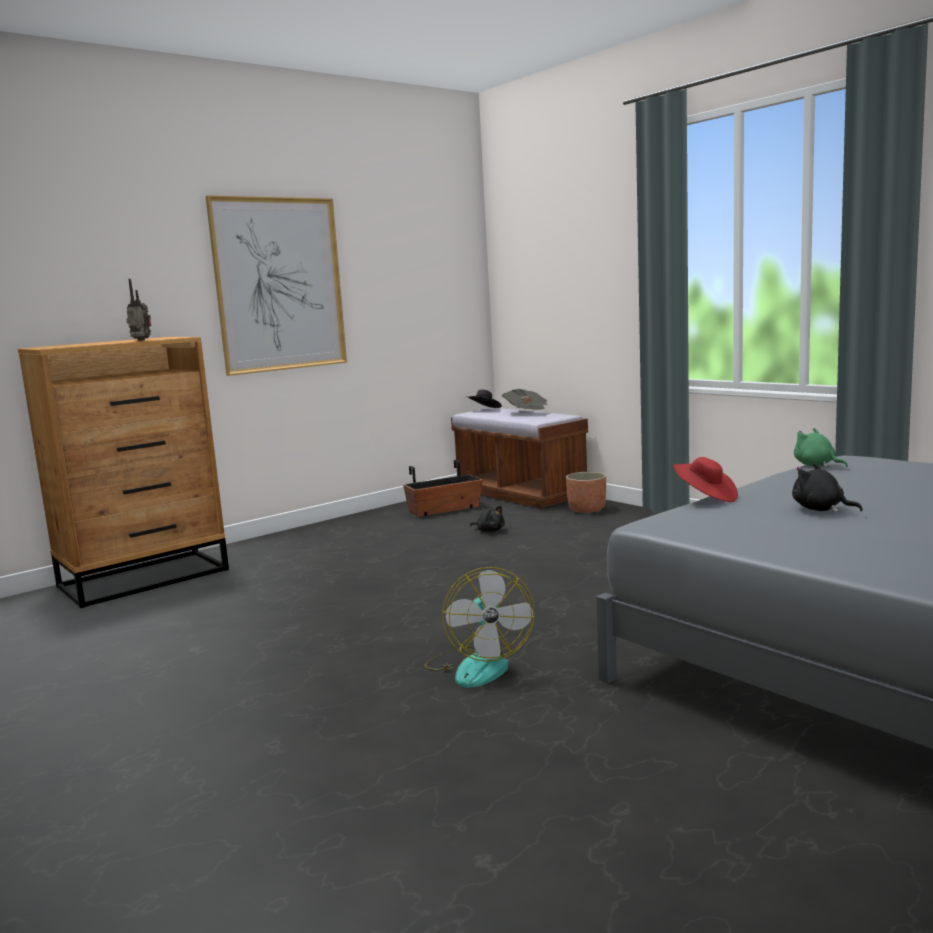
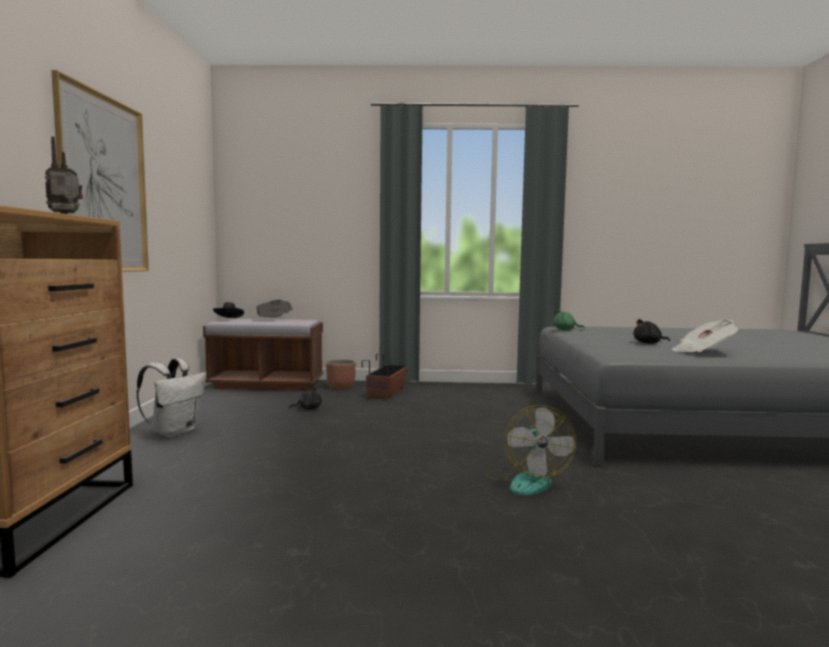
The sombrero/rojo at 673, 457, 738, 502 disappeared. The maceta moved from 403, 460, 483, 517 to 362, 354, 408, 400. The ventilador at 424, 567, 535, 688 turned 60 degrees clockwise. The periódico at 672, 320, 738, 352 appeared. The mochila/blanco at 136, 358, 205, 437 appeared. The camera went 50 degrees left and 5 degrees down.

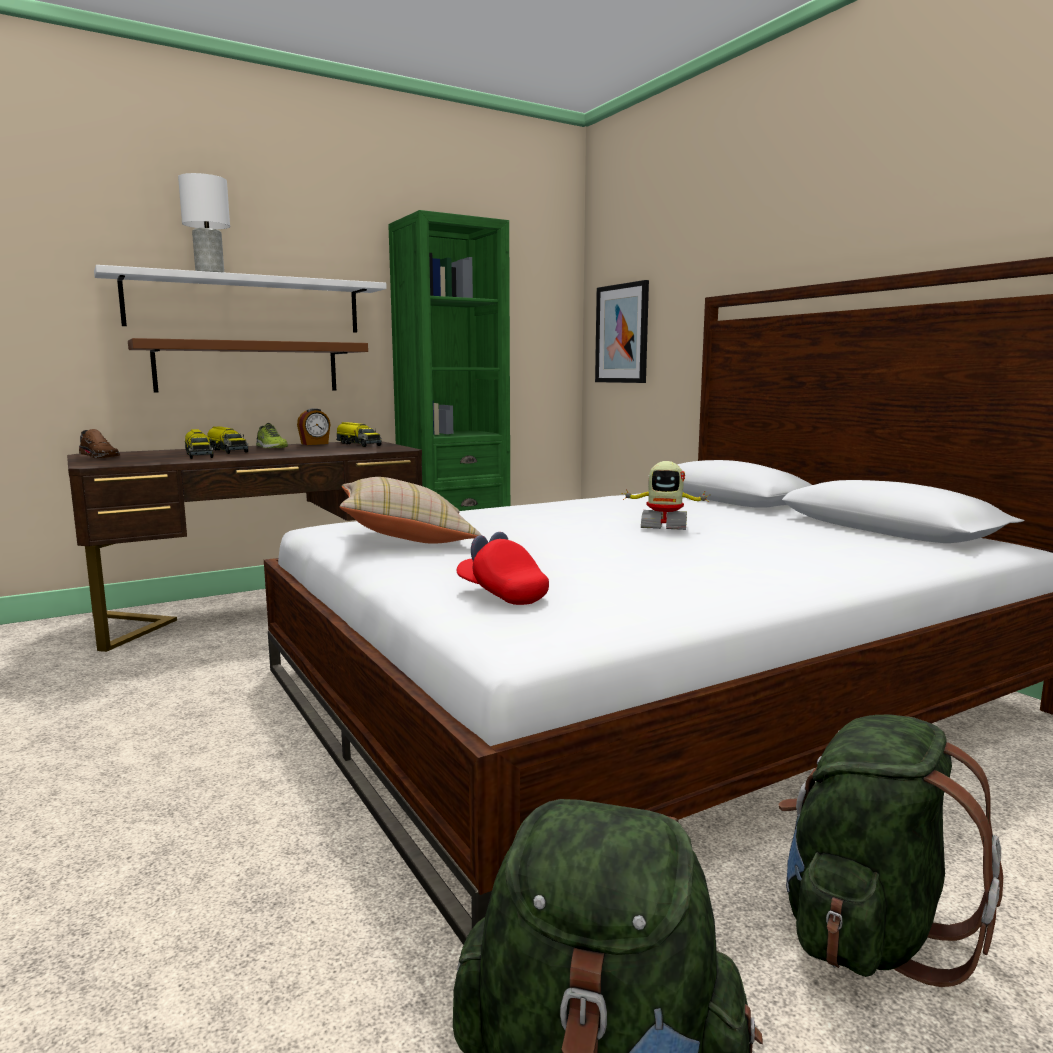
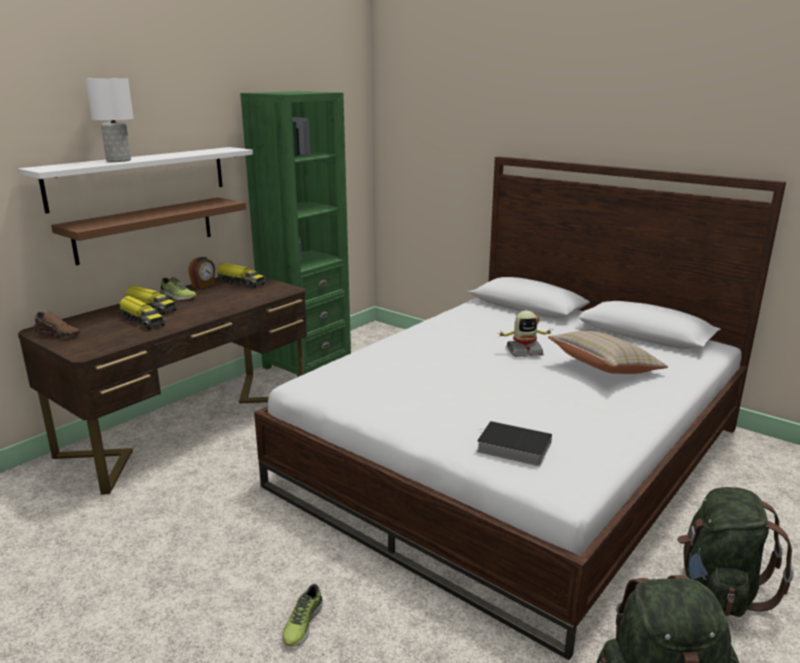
The cuadro at 595, 280, 649, 383 disappeared. The cojín/beis moved from 340, 477, 481, 544 to 548, 331, 668, 374. The gorra/rojo at 457, 532, 549, 605 was replaced by the libro at 477, 421, 552, 466. The zapato at 282, 584, 323, 647 appeared. The camera went 20 degrees left and 10 degrees up.

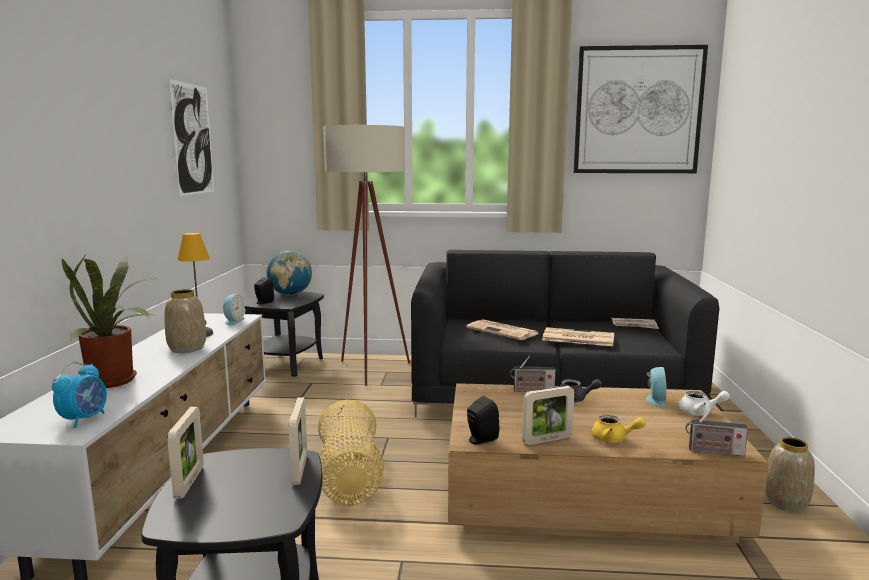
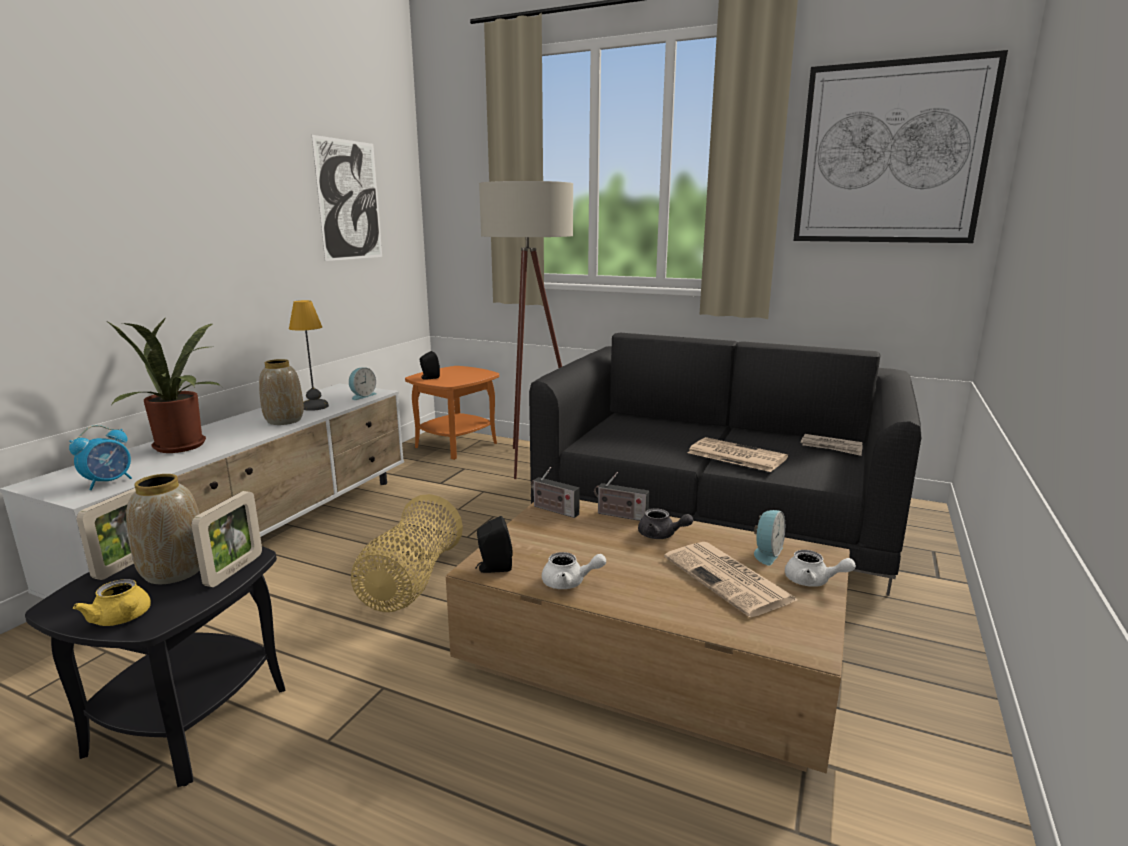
The globo terráqueo at 267, 251, 312, 296 disappeared. The mesa auxiliar/negro at 244, 291, 324, 377 became the mesa auxiliar/naranja at 405, 366, 499, 460. The periódico moved from 466, 319, 540, 340 to 664, 542, 798, 617. The portarretratos at 522, 386, 574, 445 was replaced by the tetera/blanco at 542, 552, 606, 589. The radio moved from 685, 408, 748, 456 to 531, 467, 580, 518. The tetera/amarillo moved from 591, 415, 646, 443 to 73, 579, 151, 626. The florero moved from 765, 437, 815, 512 to 126, 474, 200, 584. The camera went 20 degrees right and 5 degrees up.

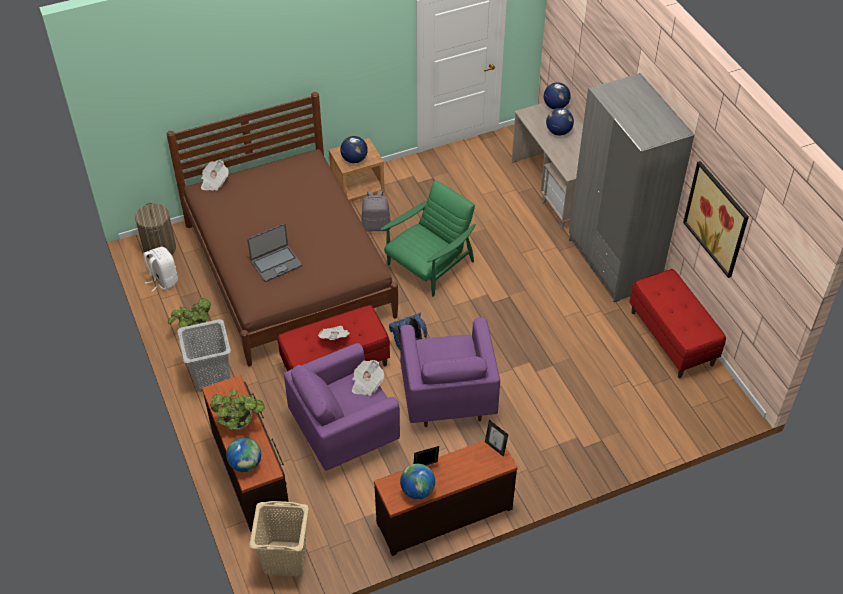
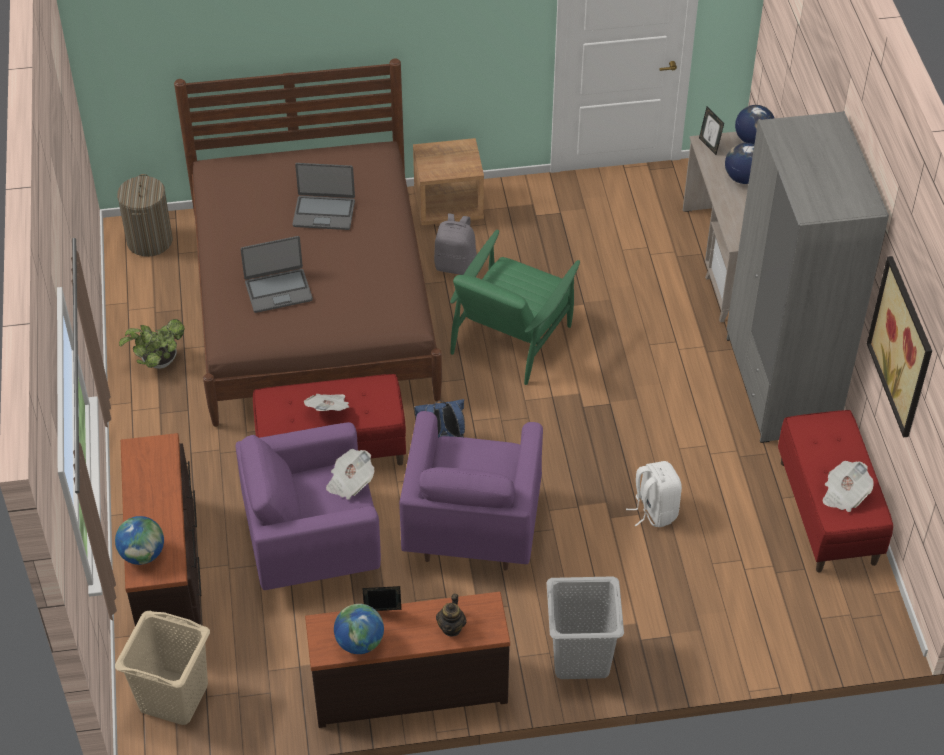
The globo terráqueo at 340, 136, 368, 163 disappeared. The periódico moved from 201, 160, 229, 191 to 822, 461, 874, 512. The sillón/verde at 381, 181, 476, 297 turned 150 degrees clockwise. The mochila/blanco moved from 143, 247, 178, 292 to 626, 461, 682, 527. The cesto de la ropa/gris moved from 177, 319, 231, 392 to 547, 576, 624, 679. The planta en maceta at 210, 389, 264, 430 disappeared. The portarretratos moved from 485, 420, 508, 457 to 699, 107, 724, 155. The portátil at 293, 163, 355, 230 appeared. The tetera at 436, 594, 467, 637 appeared. The camera went 15 degrees right and 0 degrees up.

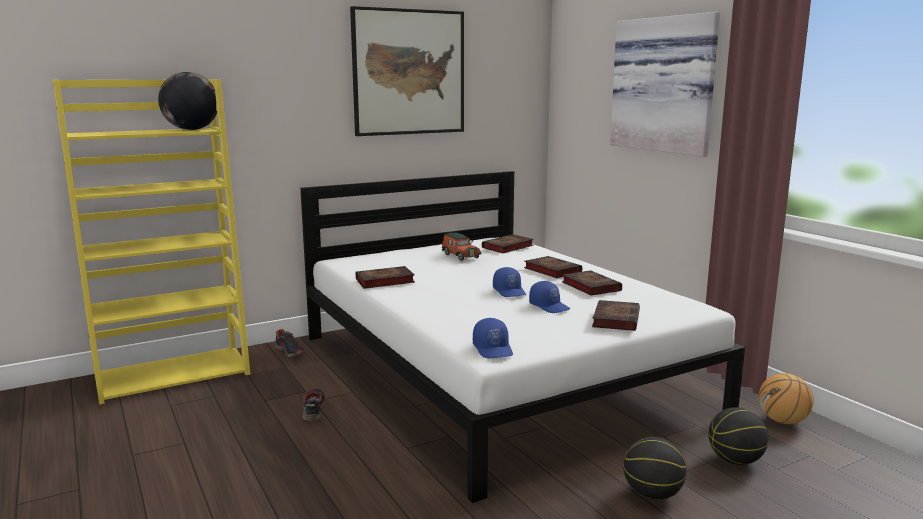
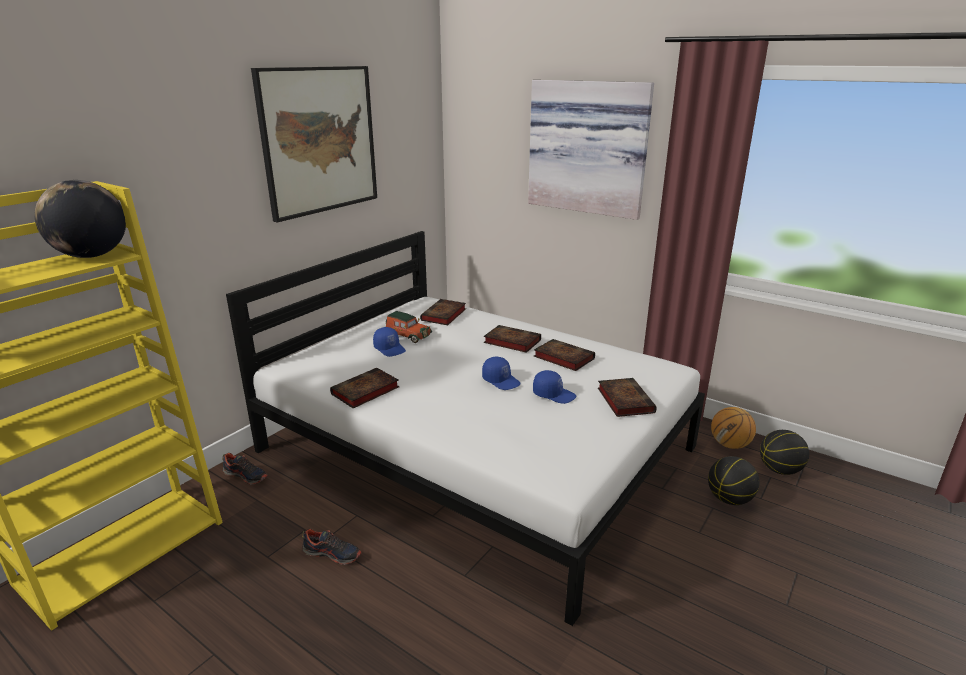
The gorra/azul moved from 473, 318, 513, 358 to 373, 327, 406, 357. The zapato at 302, 388, 326, 421 turned 135 degrees clockwise. The balón de baloncesto moved from 623, 437, 687, 500 to 760, 430, 809, 475. The camera went 25 degrees left and 10 degrees up.

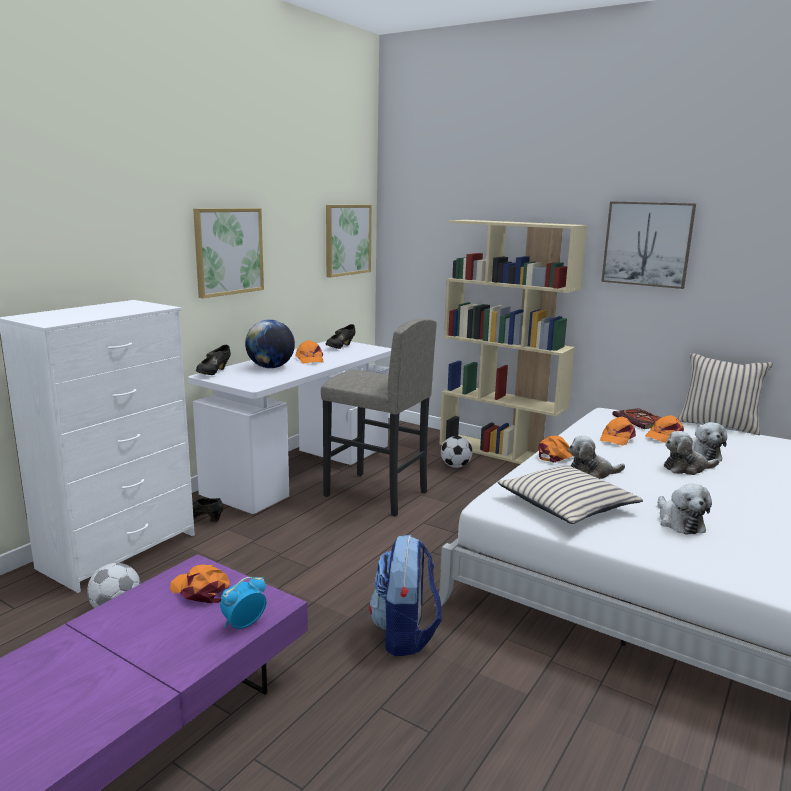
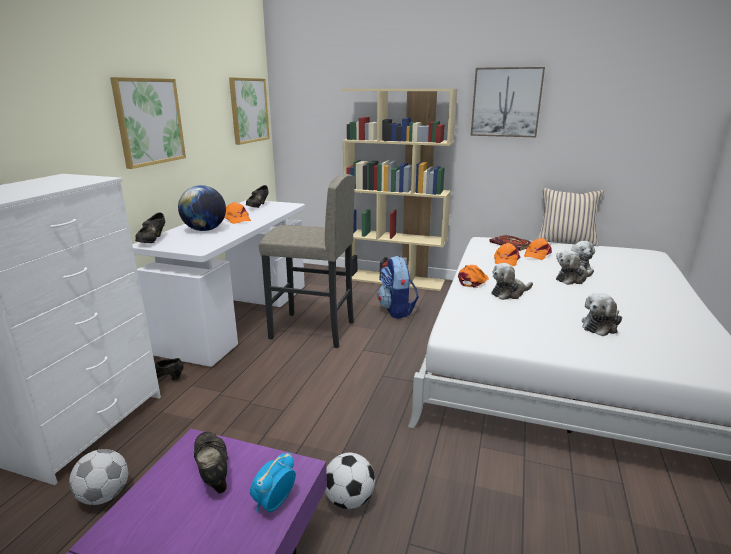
The balón de fútbol moved from 441, 436, 473, 468 to 325, 453, 375, 509. The cojín/beis at 497, 465, 643, 524 disappeared. The peluche at 658, 484, 712, 535 turned 75 degrees clockwise. The mochila moved from 369, 535, 442, 656 to 378, 256, 419, 319. The gorra/naranja at 170, 565, 230, 603 was replaced by the zapato/negro at 194, 432, 228, 494. The camera went 15 degrees left and 5 degrees up.

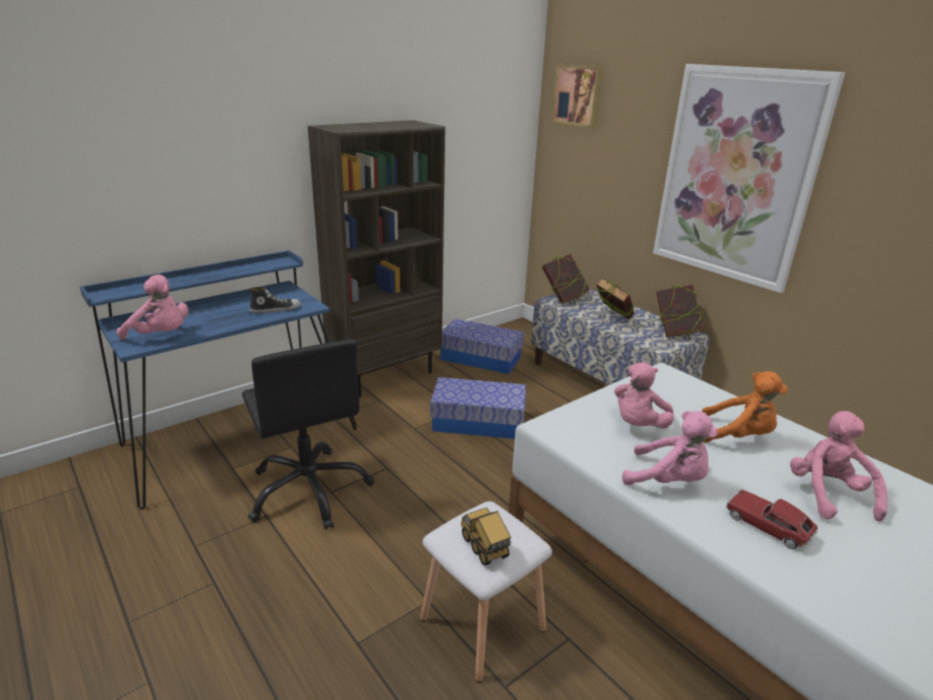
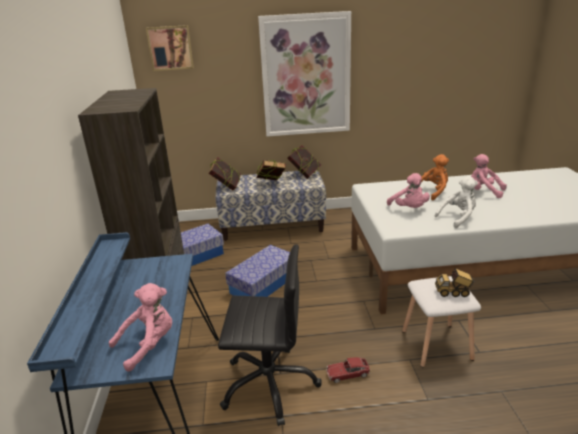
The zapato at 249, 287, 301, 313 disappeared. The peluche/rosa at 622, 411, 718, 485 became the peluche/blanco at 435, 176, 478, 228. The coche de juguete moved from 726, 489, 817, 549 to 326, 357, 371, 383. The camera went 55 degrees left and 0 degrees up.

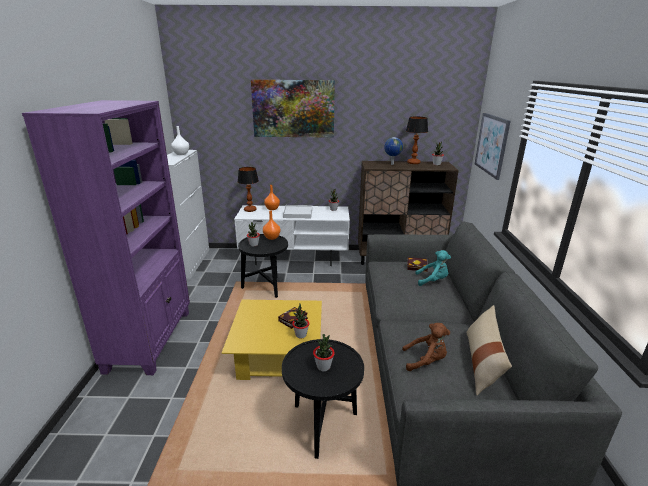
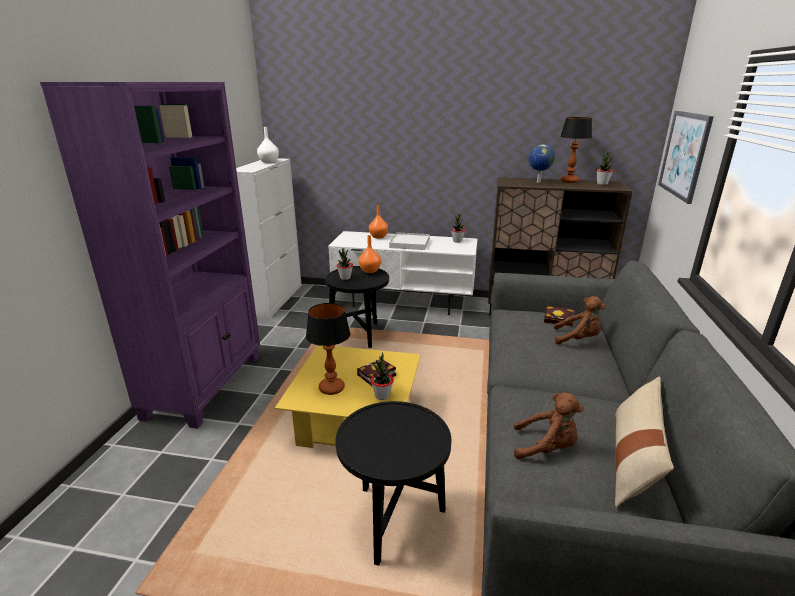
The cuadro at 251, 79, 335, 138 disappeared. The lámpara de mesa moved from 238, 167, 259, 212 to 306, 303, 350, 395. The peluche/turquesa at 415, 250, 451, 286 became the peluche/marrón at 554, 296, 606, 345. The planta en maceta at 313, 334, 335, 371 disappeared. The camera went 10 degrees right and 0 degrees up.

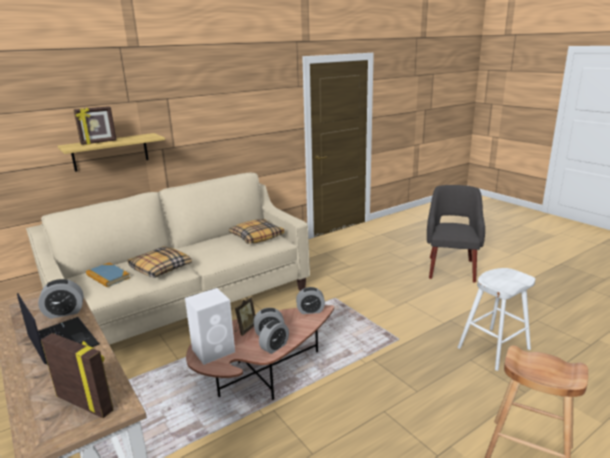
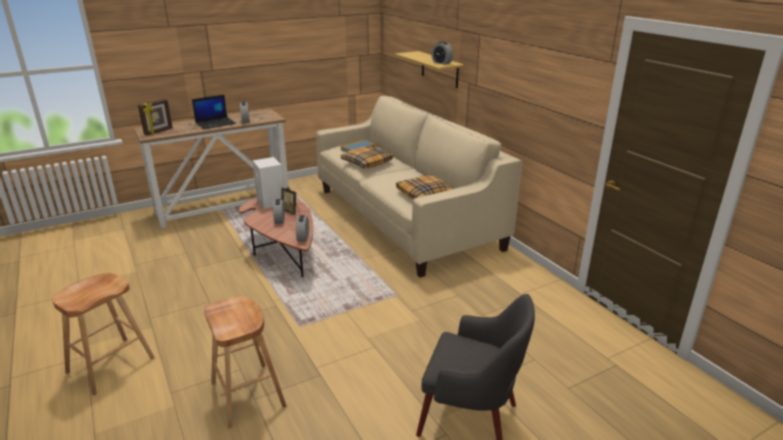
The portarretratos at 74, 106, 116, 145 disappeared. The taburete/blanco at 457, 268, 535, 371 became the taburete/marrón at 204, 296, 286, 429. The despertador moved from 259, 320, 289, 354 to 431, 41, 453, 65. The camera went 95 degrees right and 5 degrees up.

